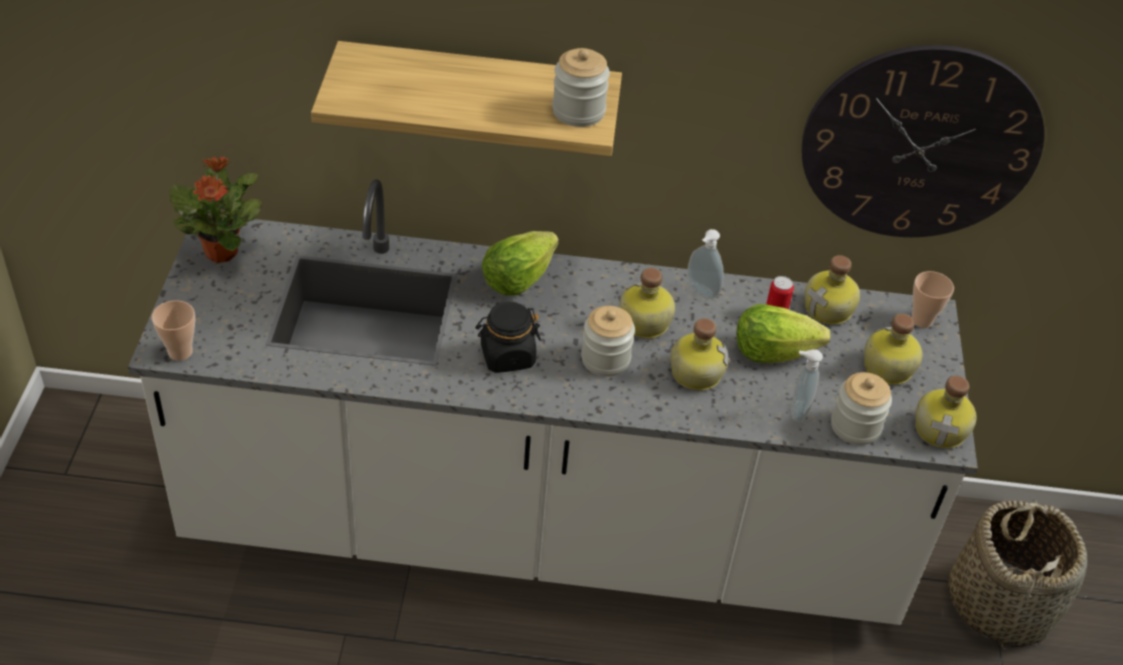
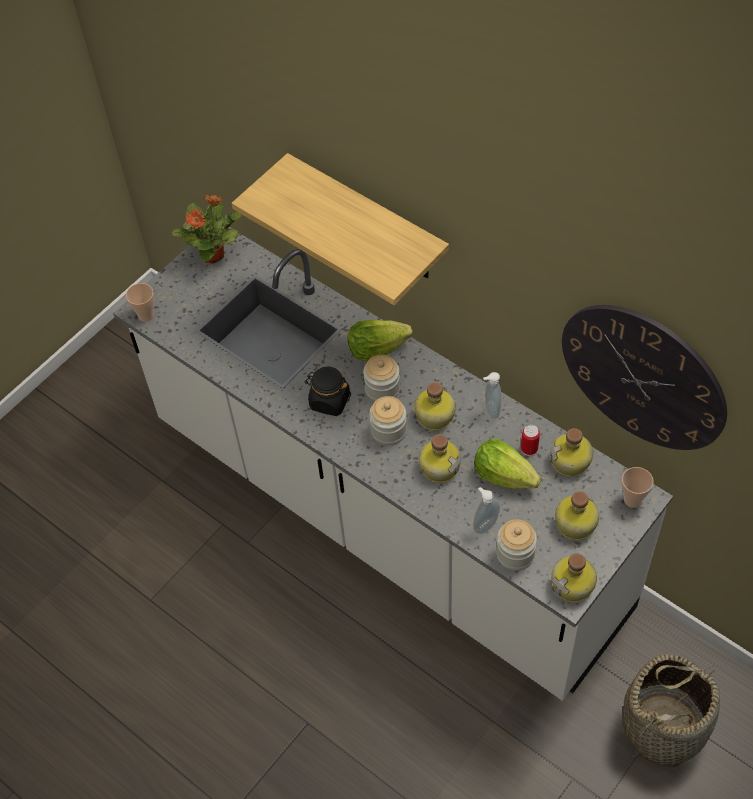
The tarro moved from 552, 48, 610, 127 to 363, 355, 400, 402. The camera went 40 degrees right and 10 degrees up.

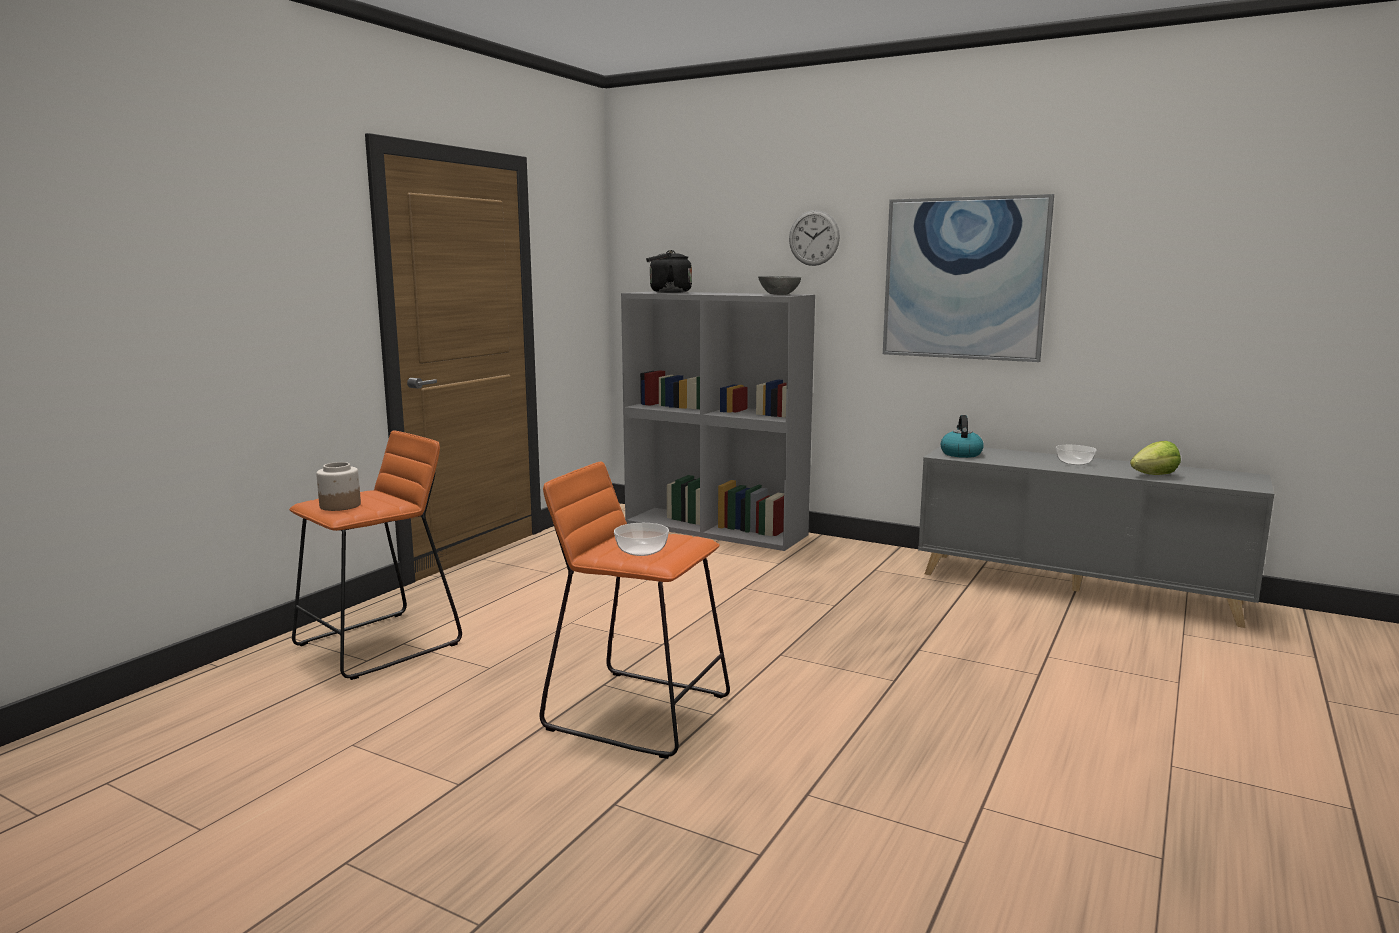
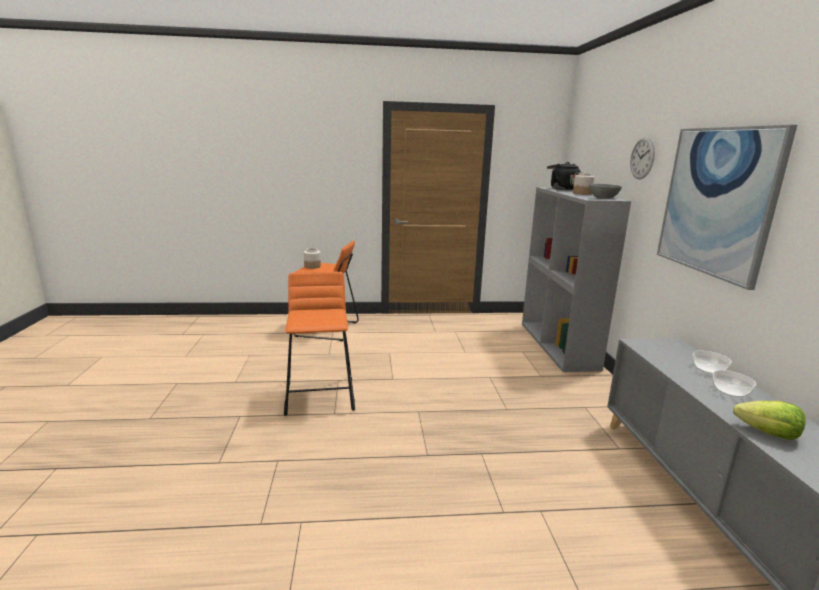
The hervidor at 941, 415, 984, 458 disappeared. The cuenco moved from 614, 523, 669, 556 to 693, 351, 732, 374. The tarro at 573, 173, 595, 195 appeared. The camera went 55 degrees right and 5 degrees up.

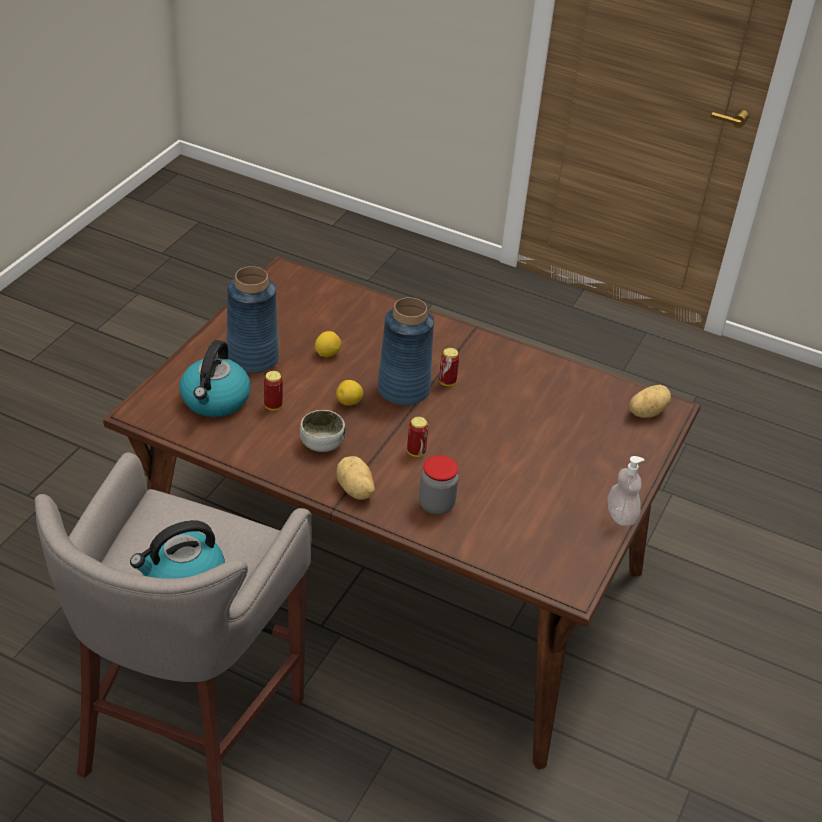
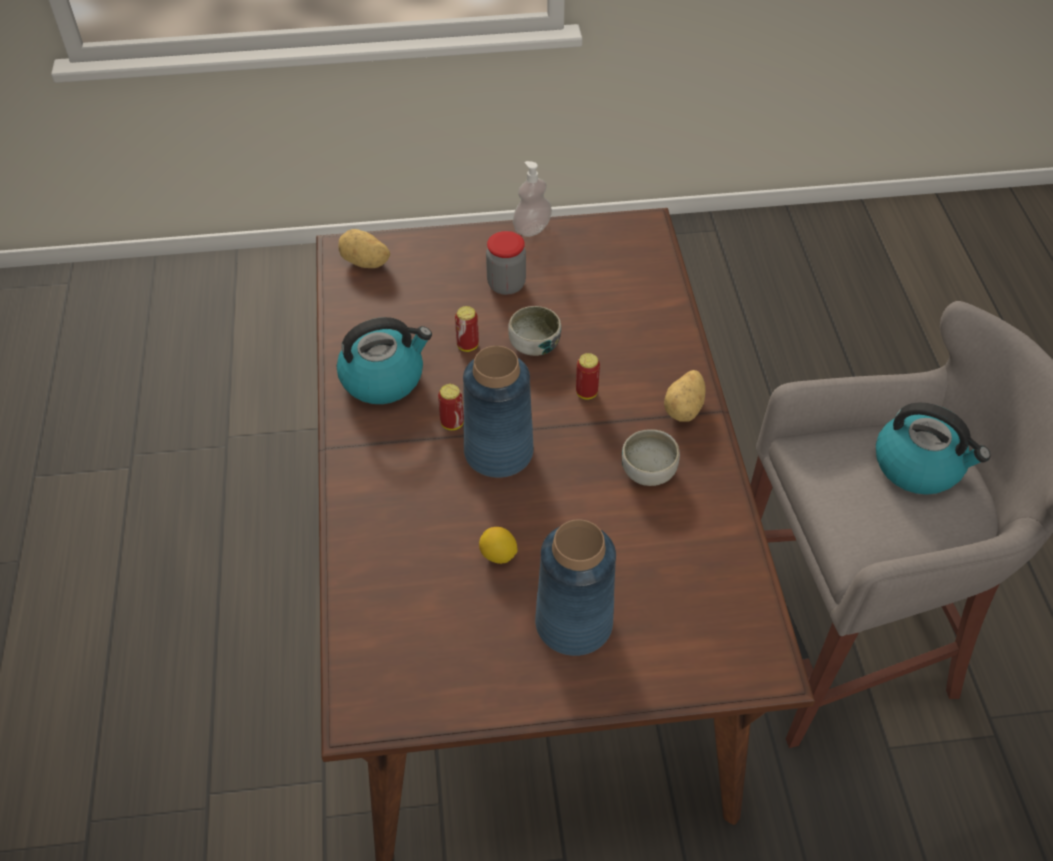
The hervidor moved from 179, 340, 251, 417 to 337, 317, 432, 404. The lata moved from 264, 371, 283, 411 to 455, 306, 479, 352. The limón at 336, 380, 363, 406 disappeared. The tarro moved from 419, 455, 459, 515 to 486, 231, 526, 295. The cuenco at 508, 306, 561, 356 appeared. The camera went 120 degrees left and 10 degrees up.

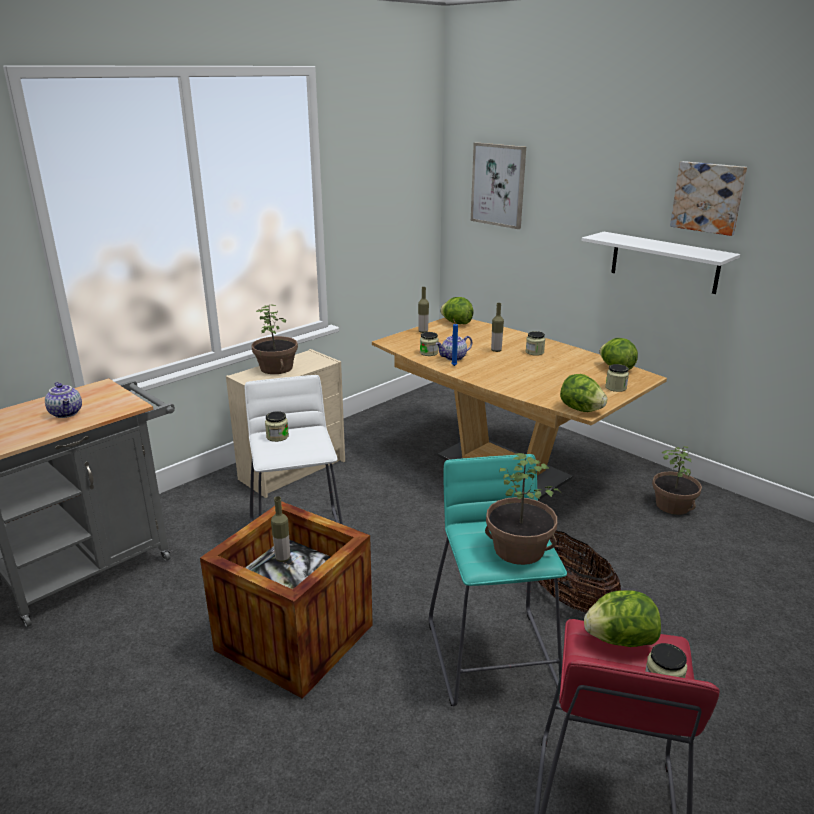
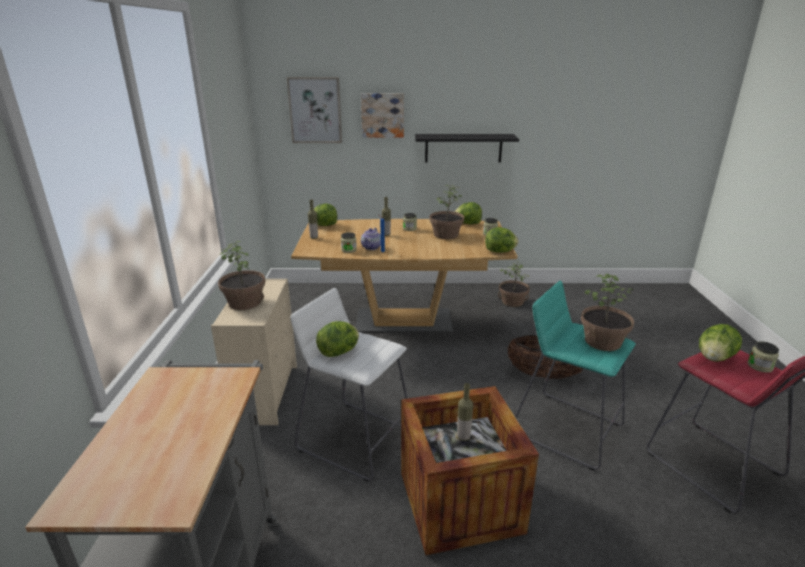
The cuadro moved from 670, 161, 747, 236 to 361, 93, 404, 138. The estante/blanco at 582, 232, 740, 294 became the estante/negro at 415, 134, 519, 162. The tetera at 45, 382, 82, 418 disappeared. The tarro at 265, 411, 289, 442 was replaced by the lechuga at 316, 321, 359, 357. The planta en maceta at 429, 185, 464, 239 appeared. The camera went 45 degrees left and 0 degrees up.

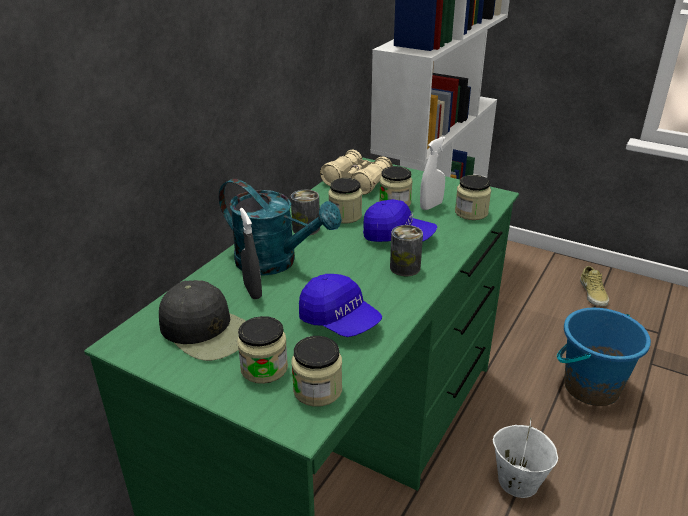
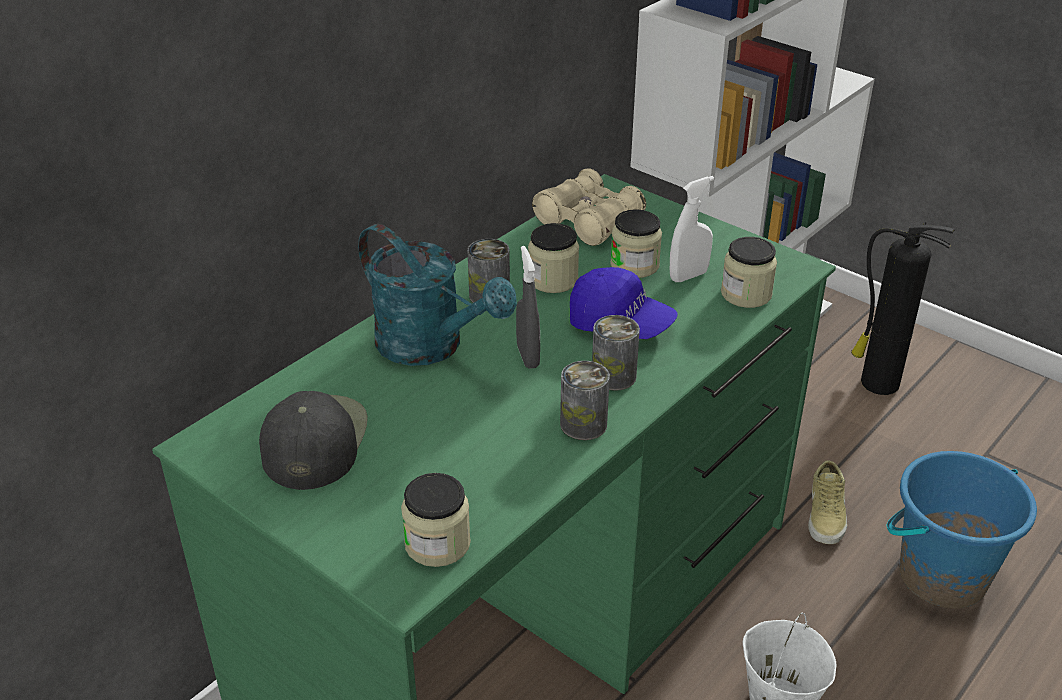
The pulverizador/gris moved from 240, 208, 262, 299 to 516, 246, 540, 369. The zapato/beis moved from 580, 266, 609, 306 to 808, 460, 847, 544. The gorra/azul at 299, 274, 382, 337 disappeared. The gorra/negro at 159, 280, 246, 361 turned 135 degrees counterclockwise. The tarro at 237, 316, 288, 384 disappeared. The extintor at 851, 222, 954, 395 appeared. The lata at 560, 361, 610, 440 appeared. The camera went 10 degrees right and 5 degrees up.

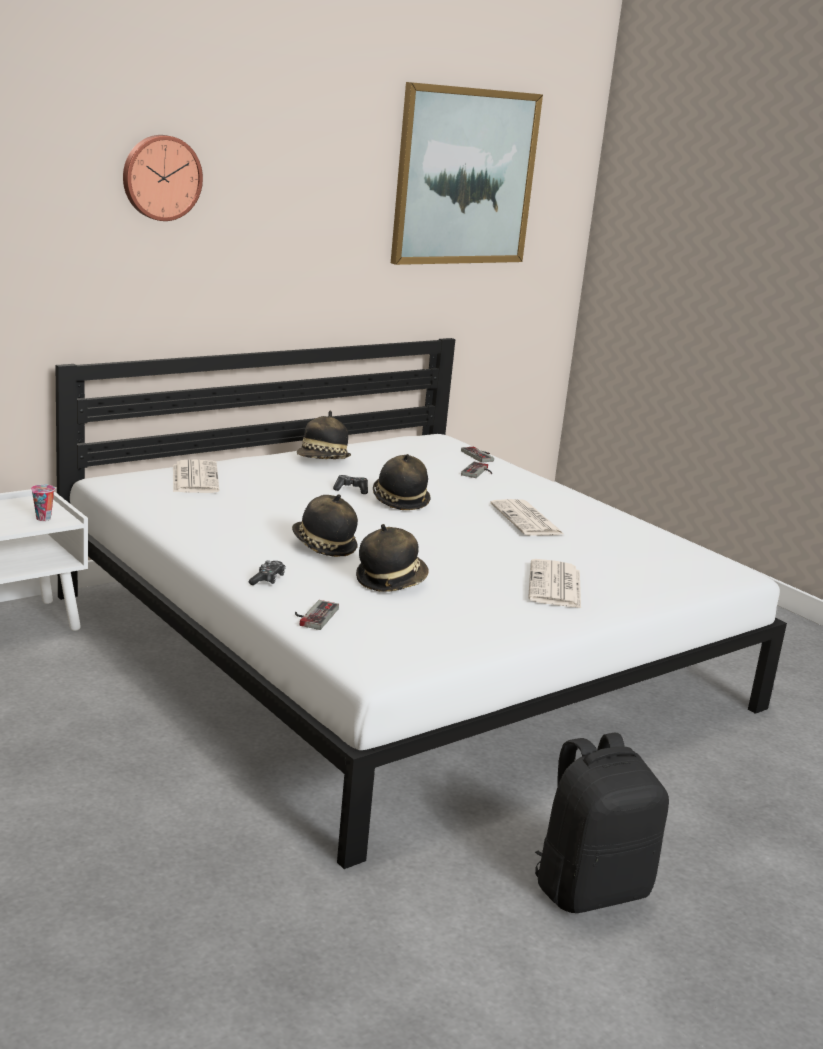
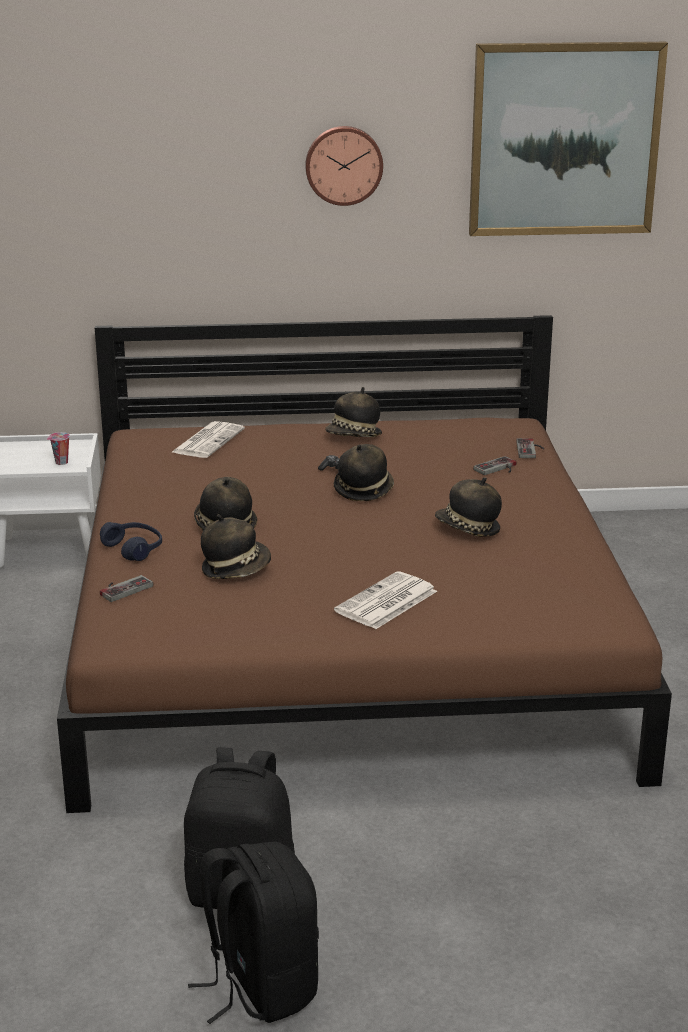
The reloj de pared moved from 123, 135, 203, 221 to 305, 126, 383, 206. The cama/blanco at 56, 338, 787, 869 became the cama/marrón at 57, 315, 672, 813. The periódico at 490, 499, 565, 536 was replaced by the sombrero at 435, 477, 502, 537. The mando de consola at 248, 560, 286, 585 was replaced by the auriculares/azul at 100, 522, 162, 561. The mochila/negro at 188, 842, 319, 1024 appeared. The camera went 35 degrees right and 5 degrees up.

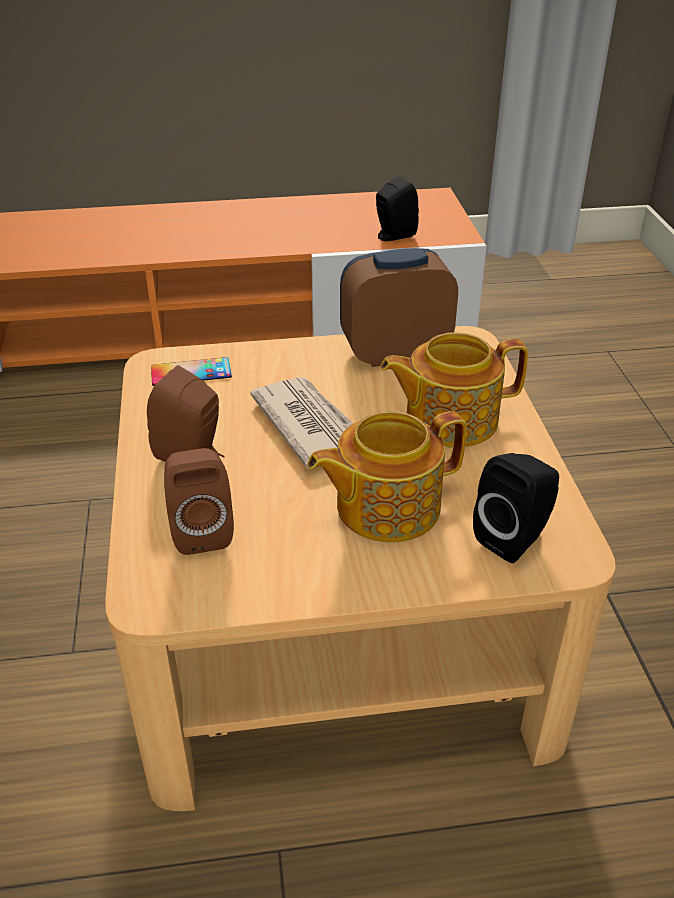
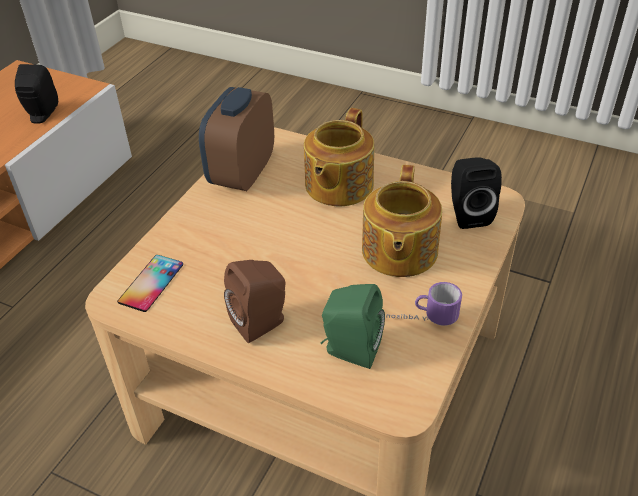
The periódico at 250, 377, 353, 469 disappeared. The altavoz/marrón at 164, 448, 234, 555 became the altavoz/verde at 321, 284, 385, 369. The taza grande at 386, 282, 462, 326 appeared. The camera went 55 degrees left and 5 degrees up.

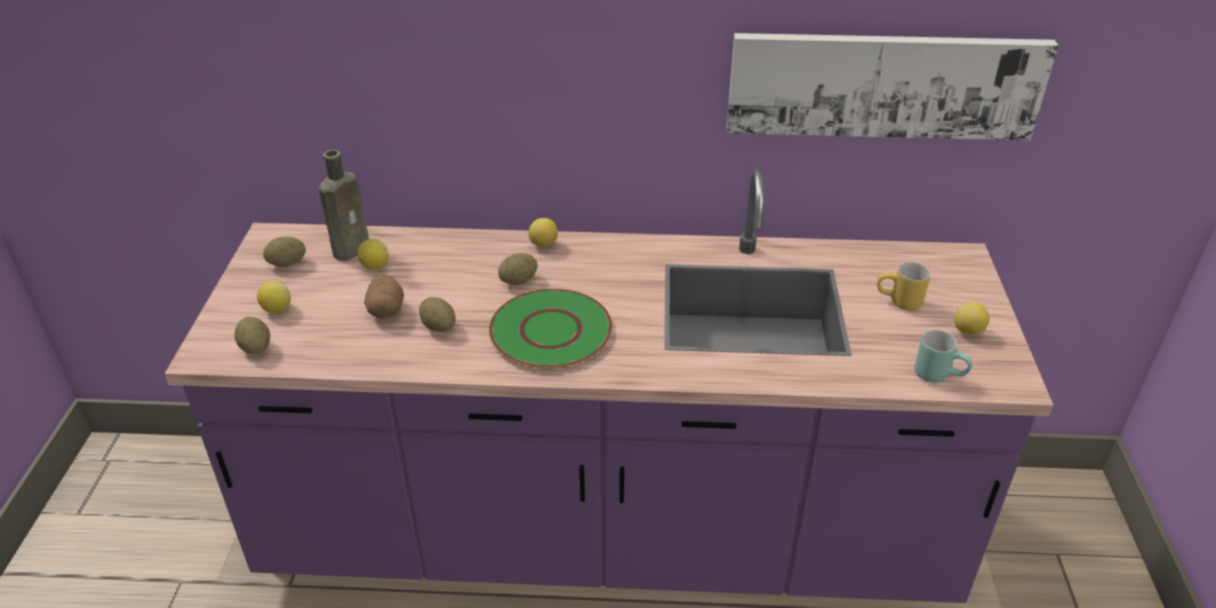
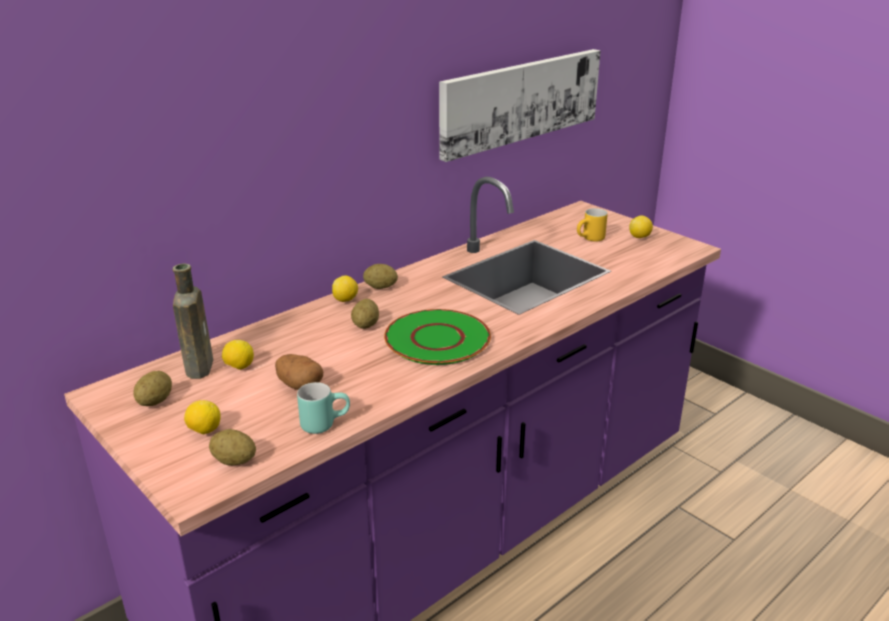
The patata moved from 419, 297, 456, 332 to 363, 264, 398, 289. The taza grande/turquesa moved from 914, 330, 973, 383 to 297, 382, 350, 434. The camera went 45 degrees left and 10 degrees down.

